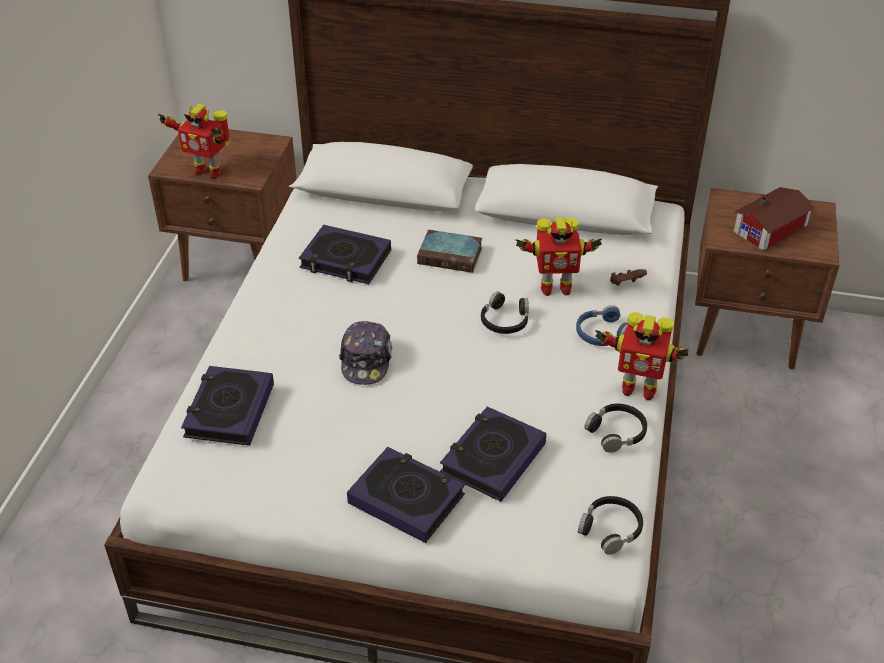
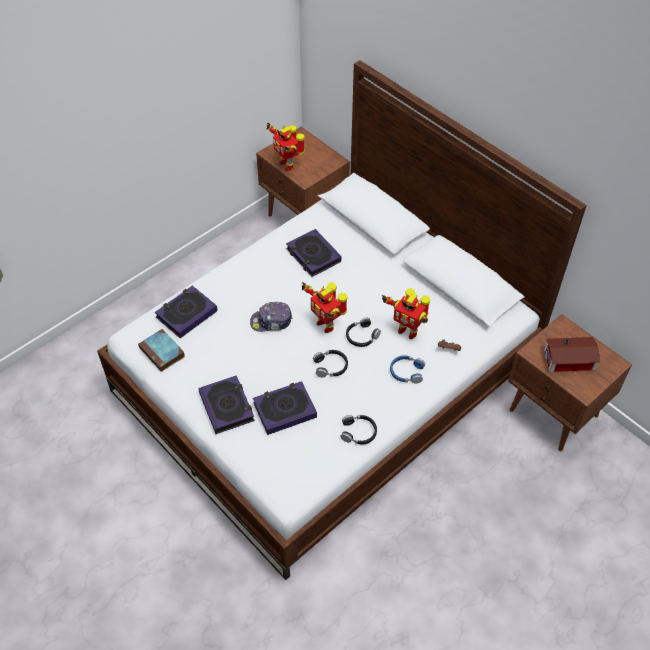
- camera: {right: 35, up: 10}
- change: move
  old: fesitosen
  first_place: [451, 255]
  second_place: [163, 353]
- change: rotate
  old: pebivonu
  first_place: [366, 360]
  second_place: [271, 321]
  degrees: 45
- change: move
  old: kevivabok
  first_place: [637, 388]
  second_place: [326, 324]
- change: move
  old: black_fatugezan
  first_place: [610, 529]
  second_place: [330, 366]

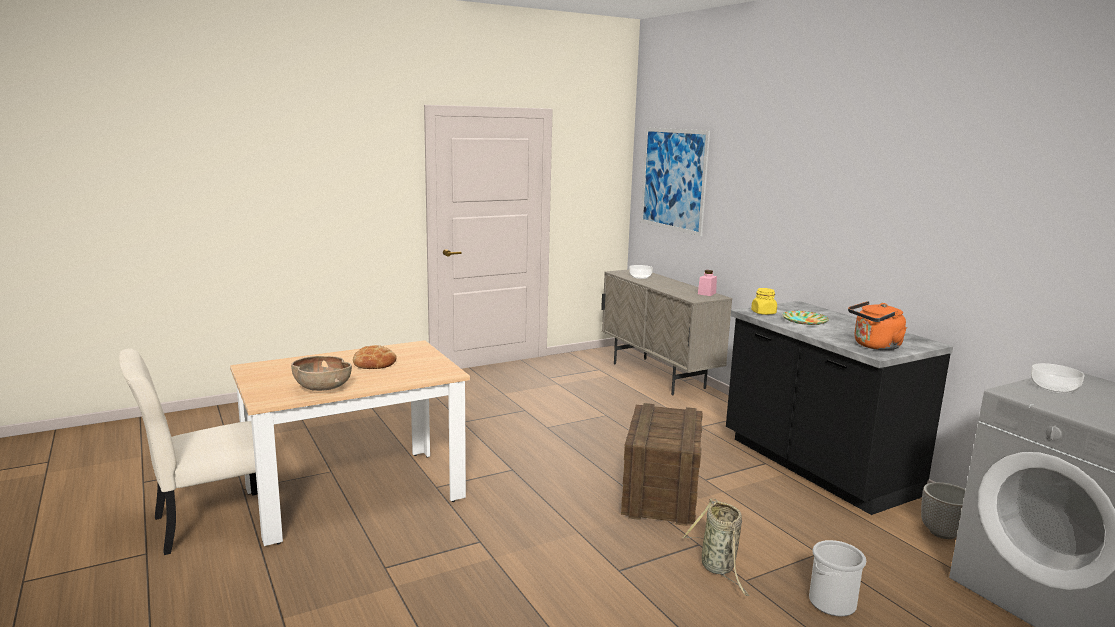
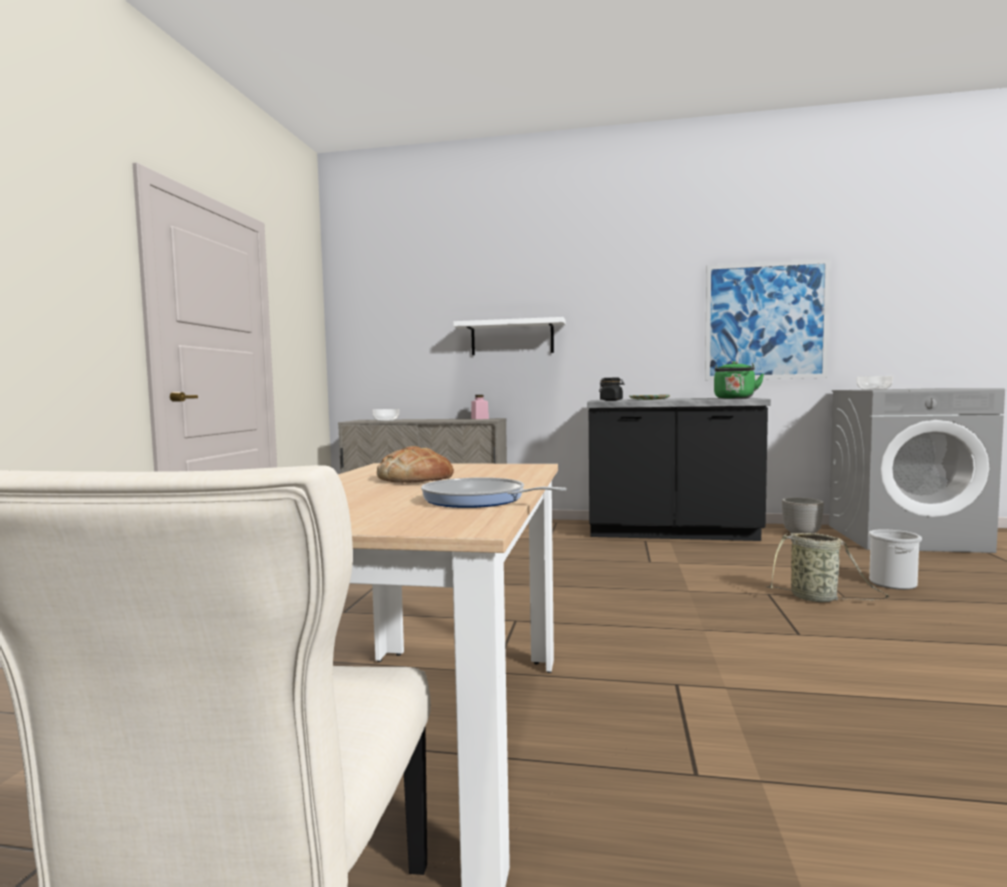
- camera: {right: -50, up: -10}
- change: replace
  old: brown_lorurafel
  new: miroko
  first_place: [322, 389]
  second_place: [478, 500]
- change: insert
  new: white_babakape
  second_place: [512, 338]
- change: recolor
  old: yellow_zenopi
  new: black_zenopi
  first_place: [763, 313]
  second_place: [611, 400]
- change: move
  old: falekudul
  first_place: [673, 179]
  second_place: [765, 321]
- change: recolor
  old: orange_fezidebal
  new: green_fezidebal
  first_place: [874, 346]
  second_place: [734, 398]
- change: delete
  old: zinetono
  first_place: [661, 494]

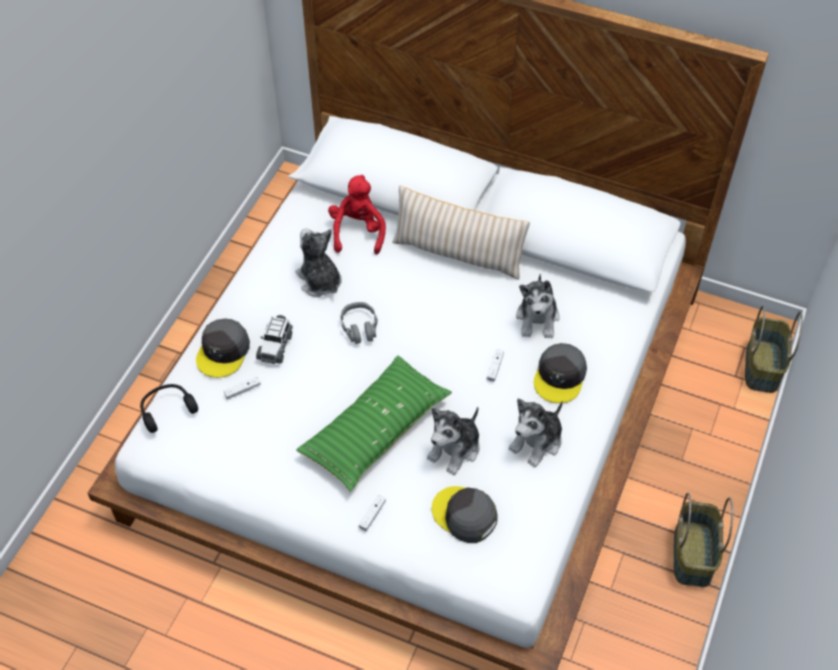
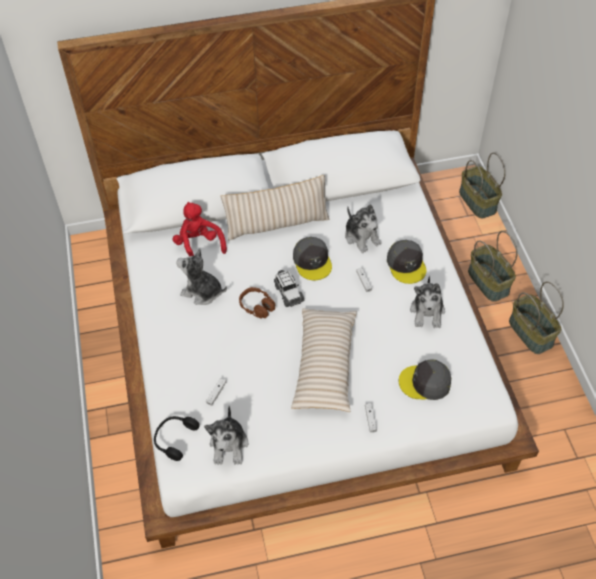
- camera: {right: -35, up: 0}
- change: move
  old: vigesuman
  first_place: [455, 449]
  second_place: [229, 445]
- change: recolor
  old: grey_fatugezan
  new: brown_fatugezan
  first_place: [359, 328]
  second_place: [257, 306]
- change: move
  old: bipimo
  first_place: [275, 346]
  second_place: [288, 293]
- change: recolor
  old: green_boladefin
  new: beige_boladefin
  first_place: [375, 430]
  second_place: [324, 365]
- change: move
  old: grey_pebivonu
  first_place: [223, 351]
  second_place: [312, 261]
- change: insert
  new: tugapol
  second_place: [489, 282]

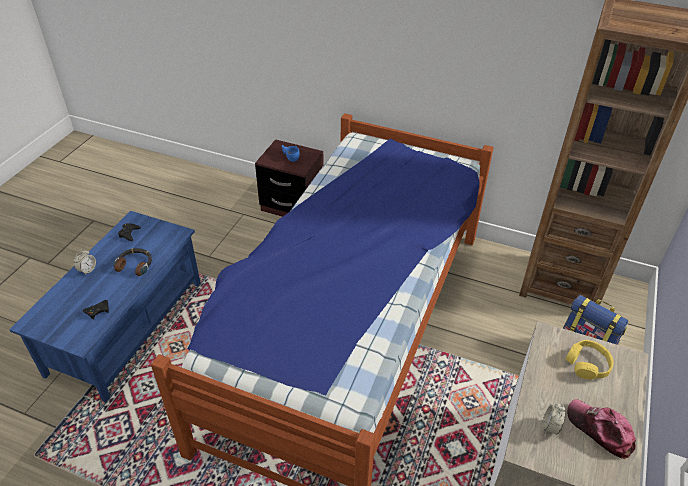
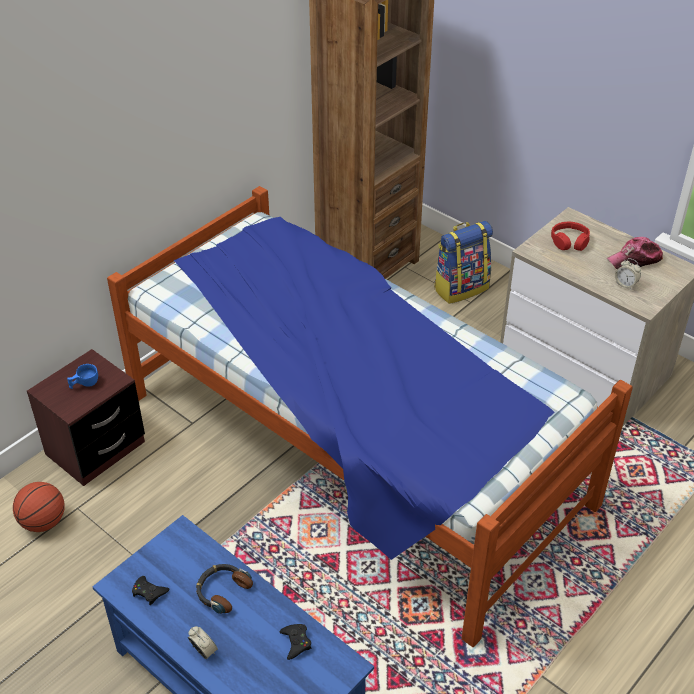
- camera: {right: -70, up: 0}
- change: insert
  new: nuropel
  second_place: [43, 522]
- change: recolor
  old: yellow_fatugezan
  new: red_fatugezan
  first_place: [587, 364]
  second_place: [569, 241]

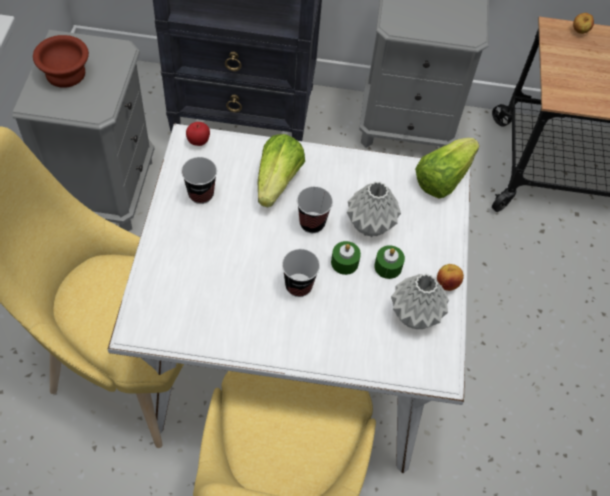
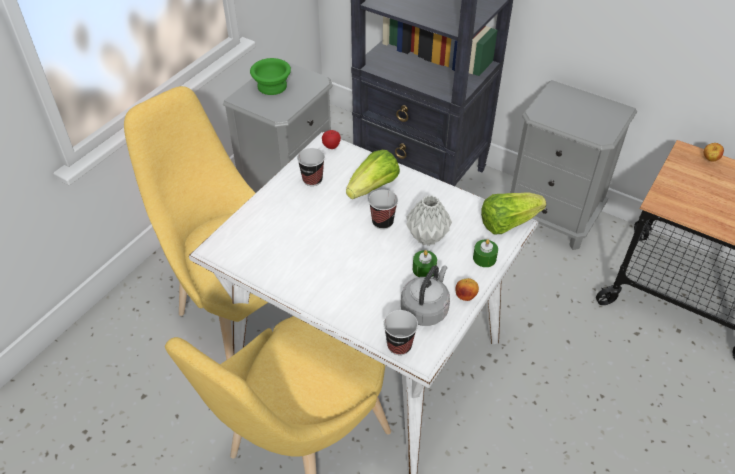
- camera: {right: 30, up: -10}
- change: recolor
  old: brown_lorurafel
  new: green_lorurafel
  first_place: [67, 74]
  second_place: [273, 87]
- change: move
  old: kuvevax
  first_place: [298, 286]
  second_place: [399, 345]
- change: replace
  old: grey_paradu
  new: grey_fezidebal
  first_place: [415, 314]
  second_place: [425, 309]
- change: move
  old: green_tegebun
  first_place: [344, 262]
  second_place: [484, 258]

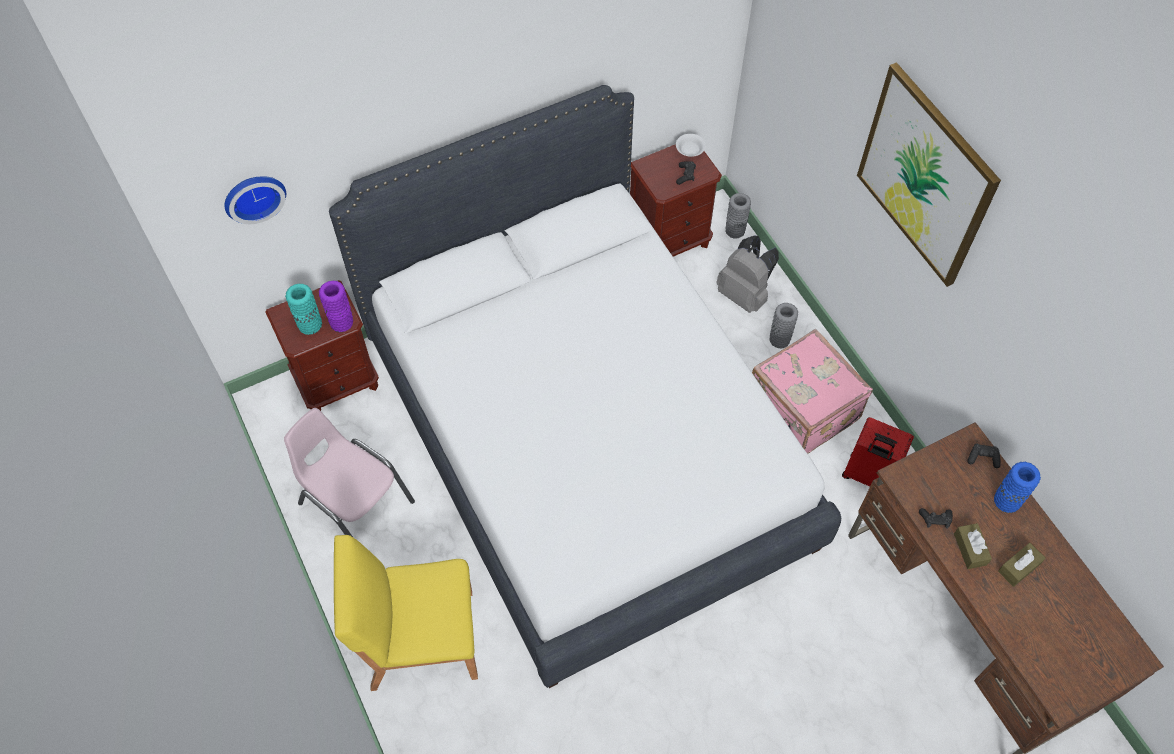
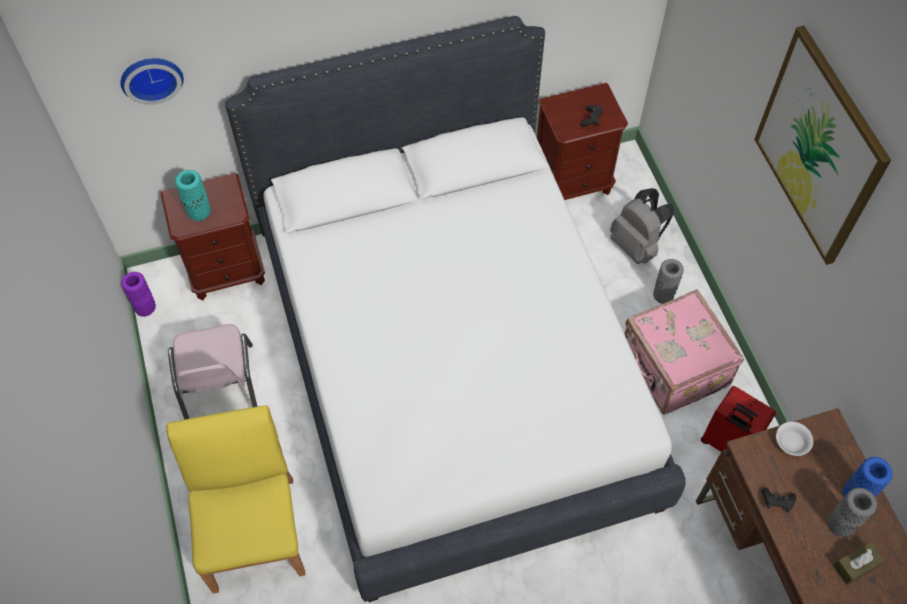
- camera: {right: 10, up: 0}
- change: move
  old: purple_paradu
  first_place: [341, 322]
  second_place: [145, 307]
- change: rotate
  old: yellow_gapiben
  first_place: [420, 639]
  second_place: [254, 532]
  degrees: 75
- change: rotate
  old: pink_gapiben
  first_place: [355, 503]
  second_place: [220, 389]
  degrees: -150
- change: move
  old: white_lorurafel
  first_place: [690, 150]
  second_place: [791, 443]
- change: move
  old: grey_paradu
  first_place: [735, 230]
  second_place: [841, 524]
- change: delete
  old: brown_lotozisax
  first_place: [970, 549]
- change: delete
  old: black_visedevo
  first_place: [982, 458]

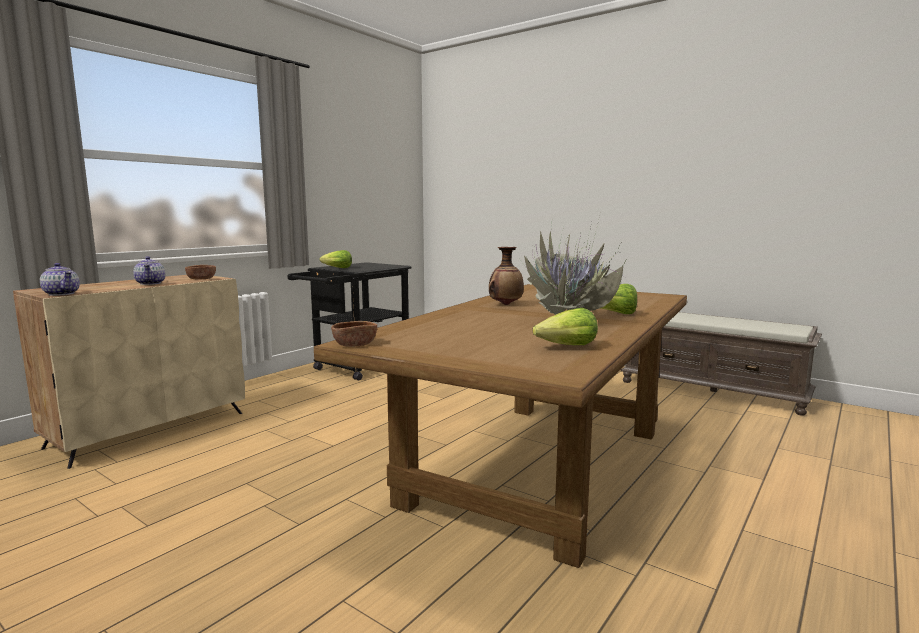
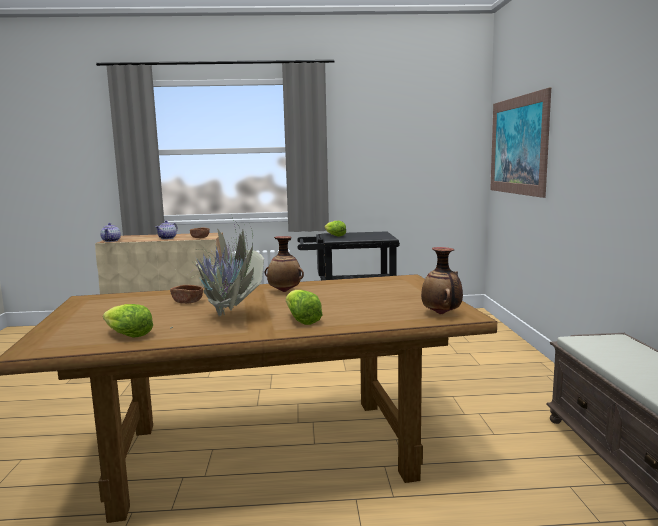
- camera: {right: 50, up: 0}
- change: move
  old: brown_lorurafel
  first_place: [355, 344]
  second_place: [187, 302]
- change: insert
  new: paradu
  second_place: [441, 314]
- change: insert
  new: falekudul
  second_place: [517, 145]

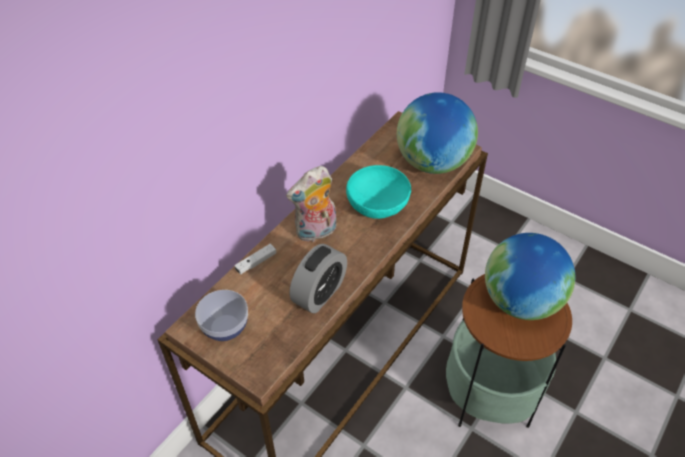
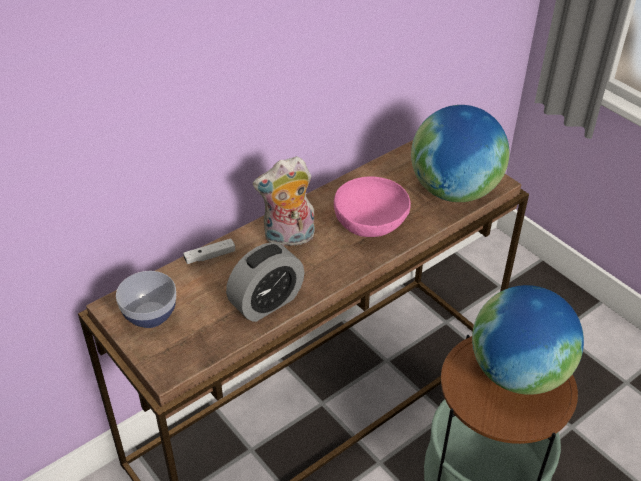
- camera: {right: 15, up: -5}
- change: recolor
  old: turquoise_lorurafel
  new: pink_lorurafel
  first_place: [378, 205]
  second_place: [371, 224]

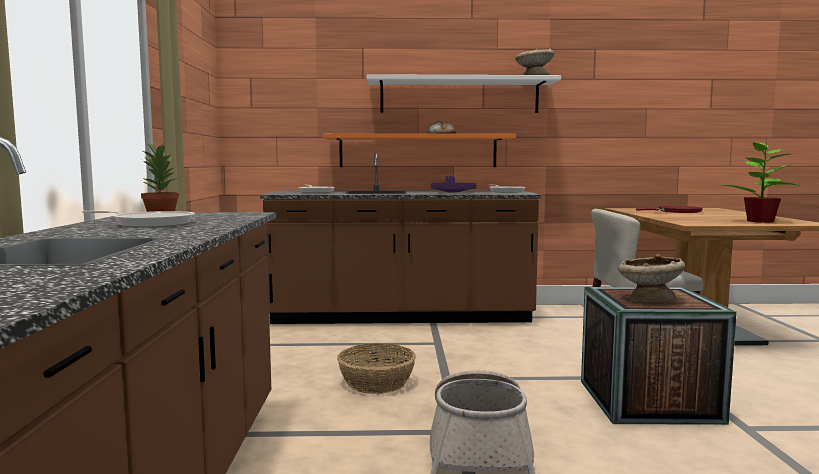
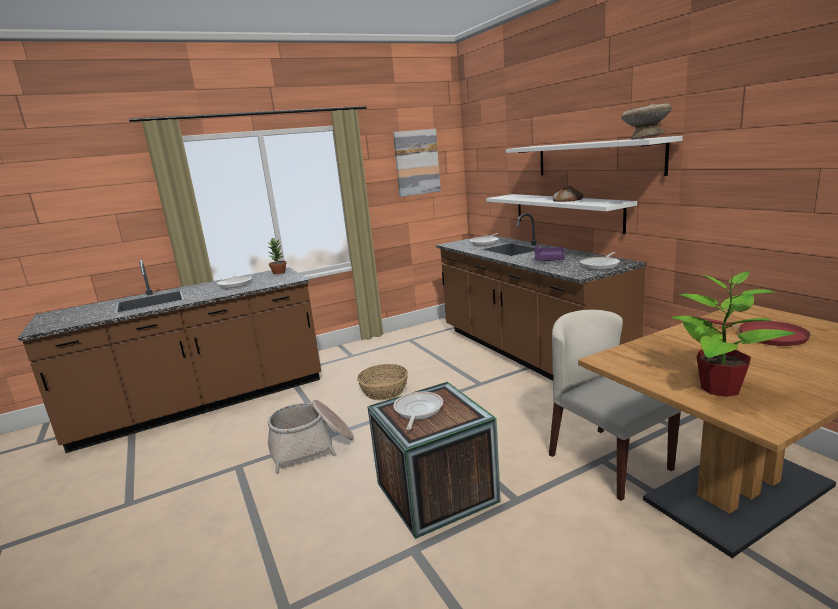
- camera: {right: 65, up: 10}
- change: insert
  new: falekudul
  second_place: [416, 162]
- change: replace
  old: beige_lorurafel
  new: miroko
  first_place: [649, 300]
  second_place: [417, 410]
- change: recolor
  old: orange_babakape
  new: white_babakape
  first_place: [418, 151]
  second_place: [566, 212]

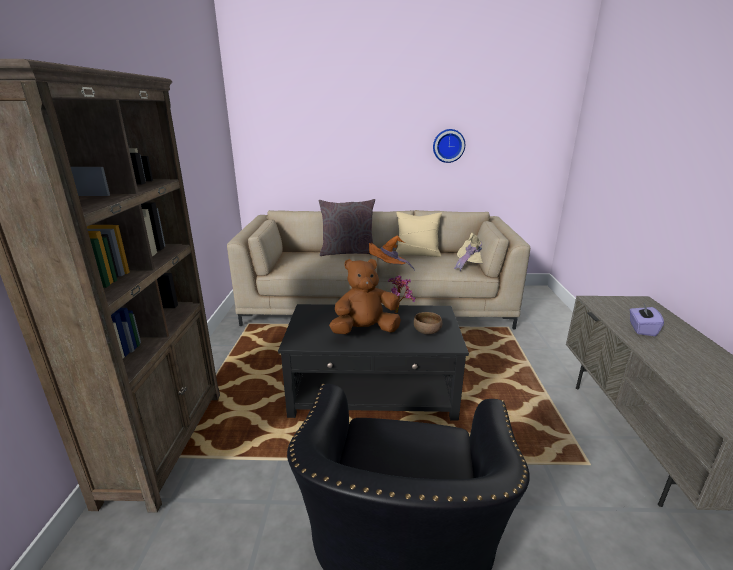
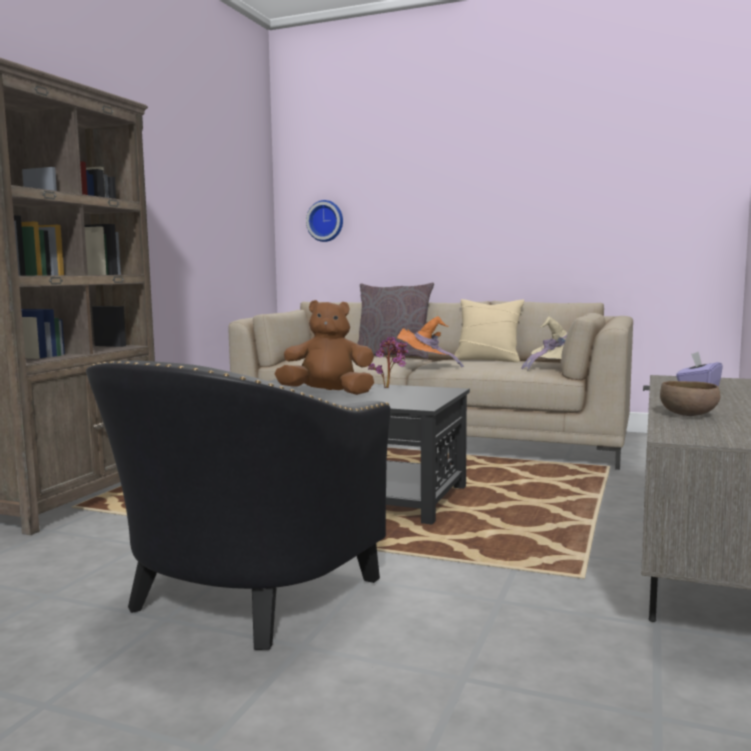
- camera: {right: 20, up: -15}
- change: move
  old: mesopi
  first_place: [448, 145]
  second_place: [326, 221]
- change: move
  old: brown_lorurafel
  first_place: [427, 331]
  second_place: [689, 415]

